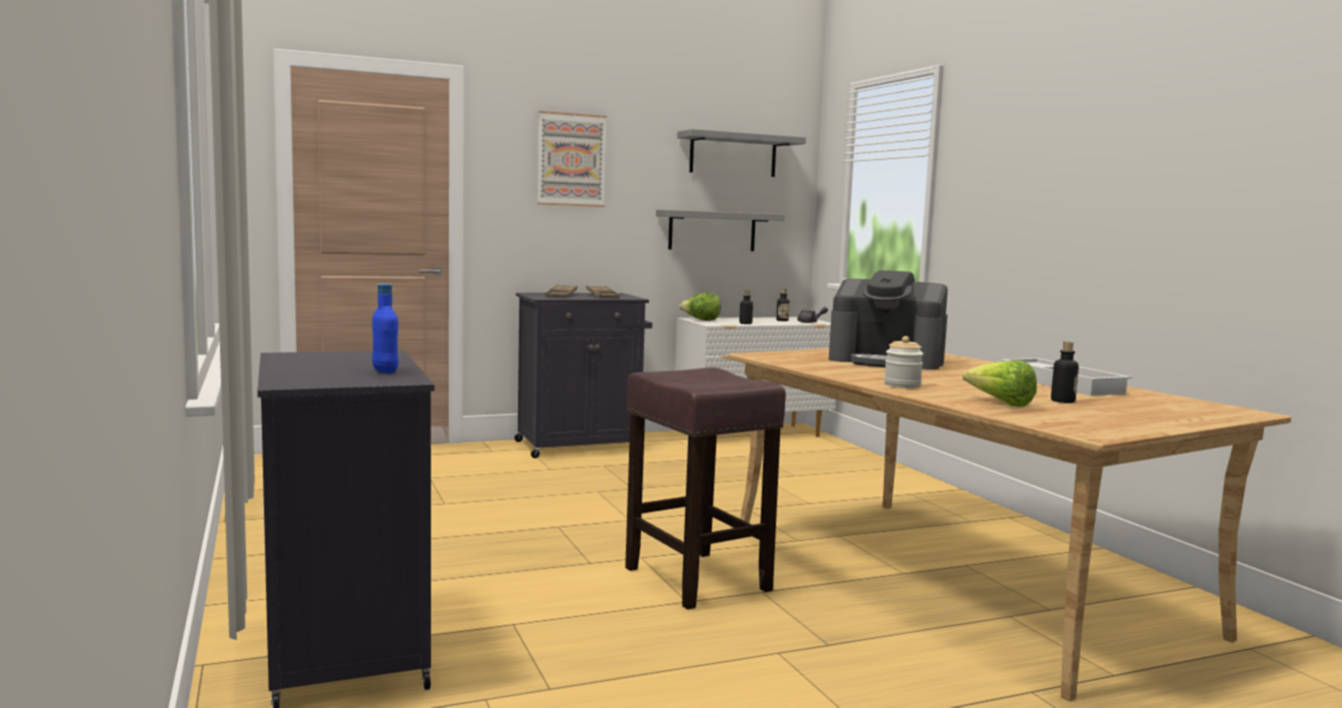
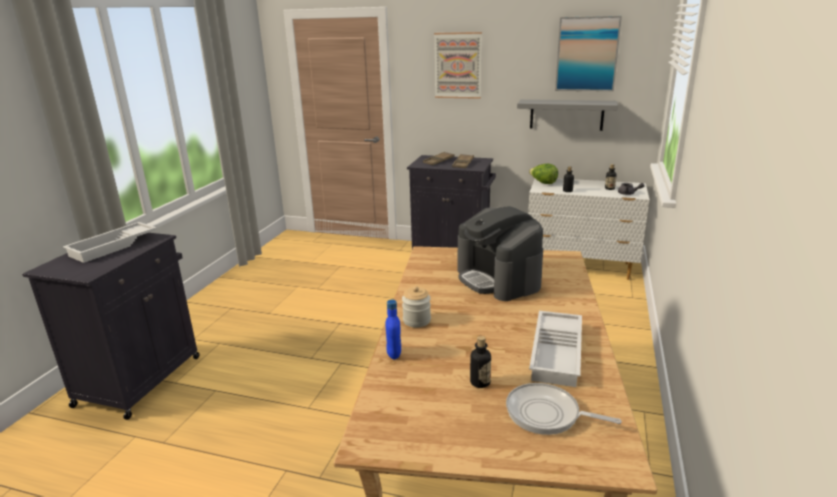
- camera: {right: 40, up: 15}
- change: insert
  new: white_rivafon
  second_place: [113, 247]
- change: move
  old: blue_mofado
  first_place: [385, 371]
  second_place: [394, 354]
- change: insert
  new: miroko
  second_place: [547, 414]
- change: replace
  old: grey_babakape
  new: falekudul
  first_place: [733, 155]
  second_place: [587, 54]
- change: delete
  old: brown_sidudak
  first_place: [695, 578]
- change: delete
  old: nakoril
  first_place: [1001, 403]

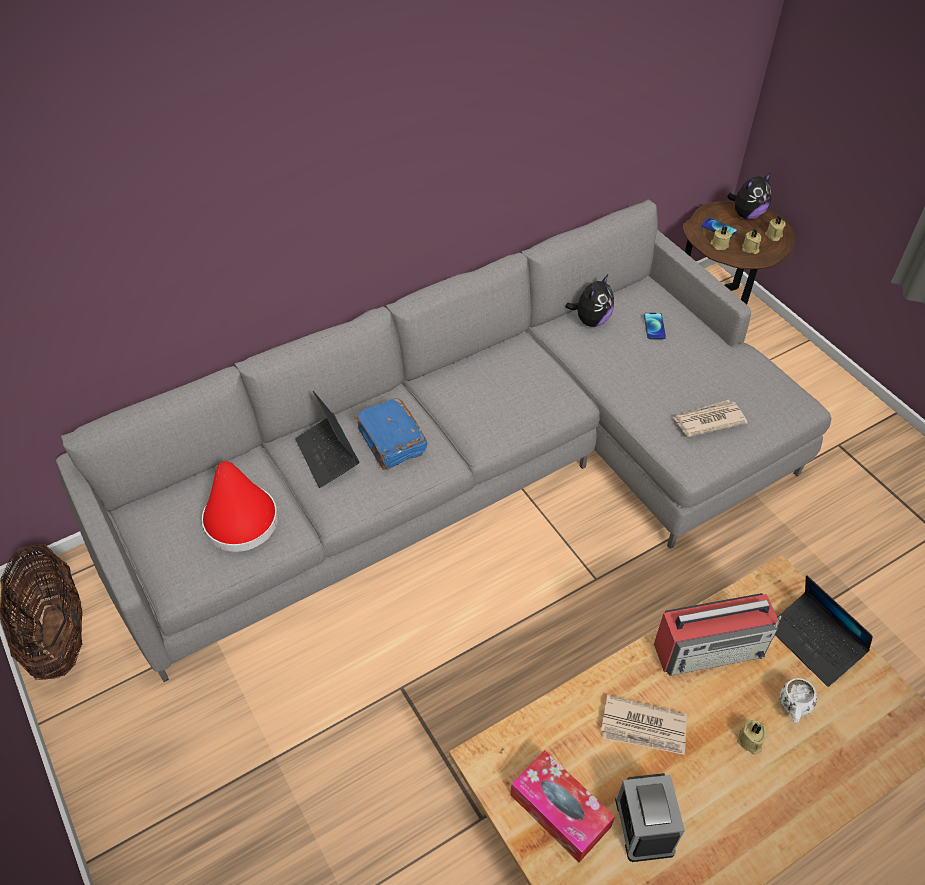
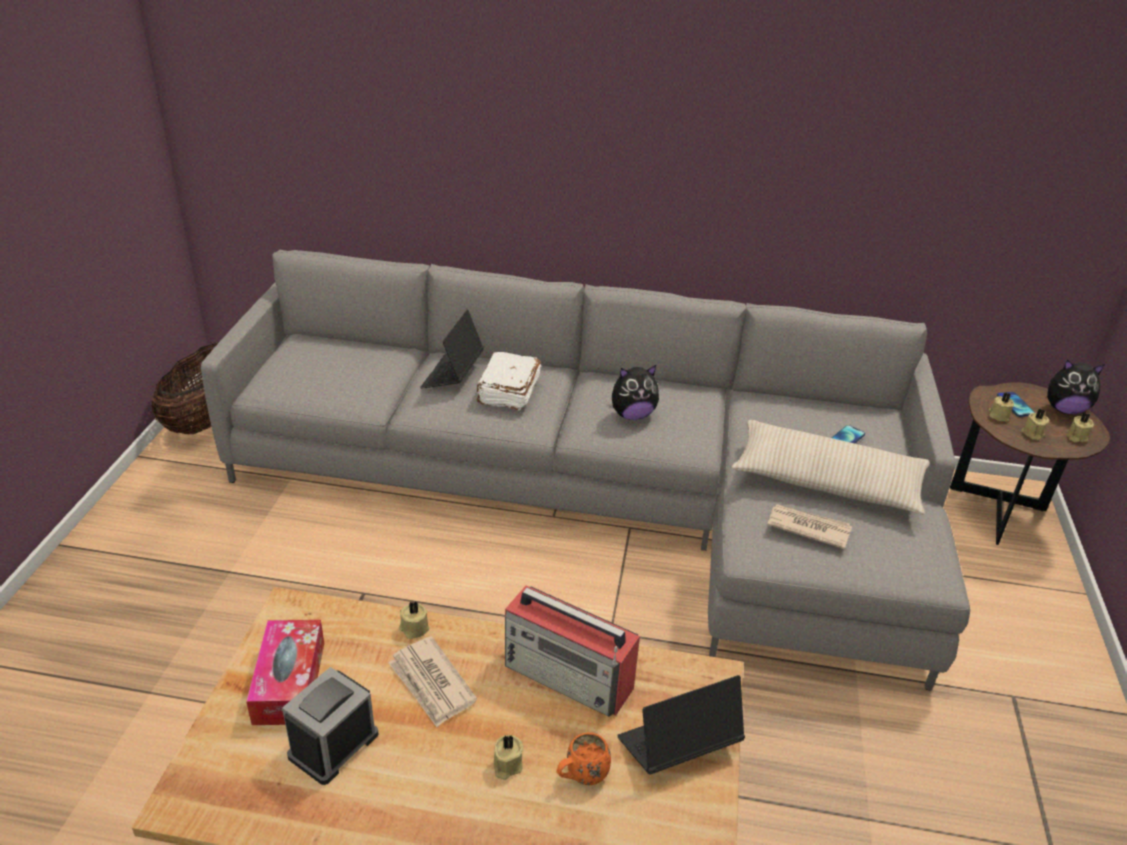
- camera: {right: 40, up: -15}
- change: insert
  new: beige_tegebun
  second_place: [413, 628]
- change: recolor
  old: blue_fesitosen
  new: white_fesitosen
  first_place: [391, 442]
  second_place: [508, 392]
- change: recolor
  old: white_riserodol
  new: orange_riserodol
  first_place: [793, 710]
  second_place: [581, 776]
- change: move
  old: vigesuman
  first_place: [591, 320]
  second_place: [632, 415]
- change: rotate
  old: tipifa
  first_place: [814, 643]
  second_place: [678, 746]
  degrees: 60
- change: insert
  new: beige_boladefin
  second_place: [827, 481]
- change: delete
  old: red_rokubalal
  first_place: [239, 517]

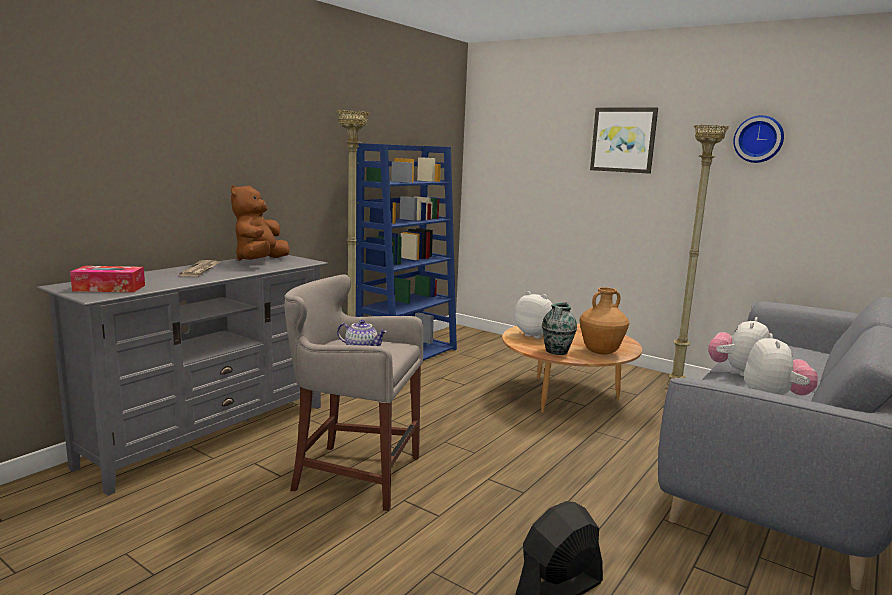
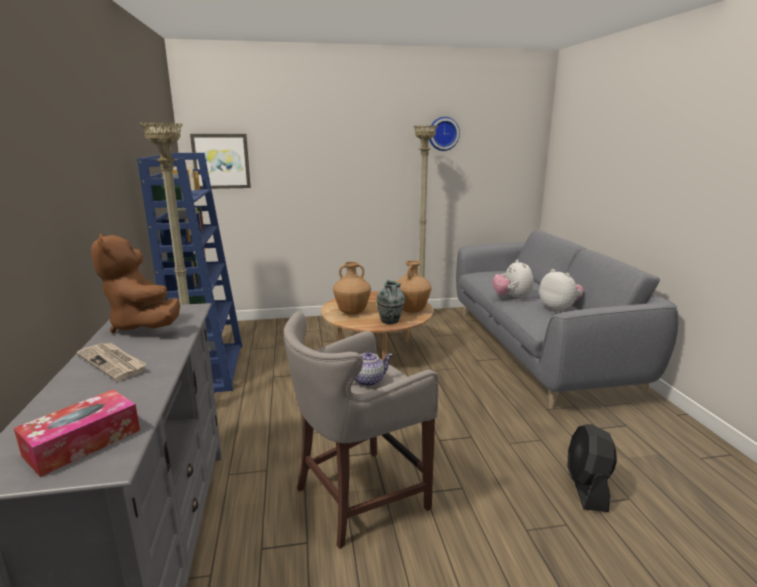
- camera: {right: -45, up: 5}
- change: move
  old: falekudul
  first_place: [623, 140]
  second_place: [221, 161]
- change: replace
  old: vigesuman
  new: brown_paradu
  first_place: [536, 335]
  second_place: [352, 312]

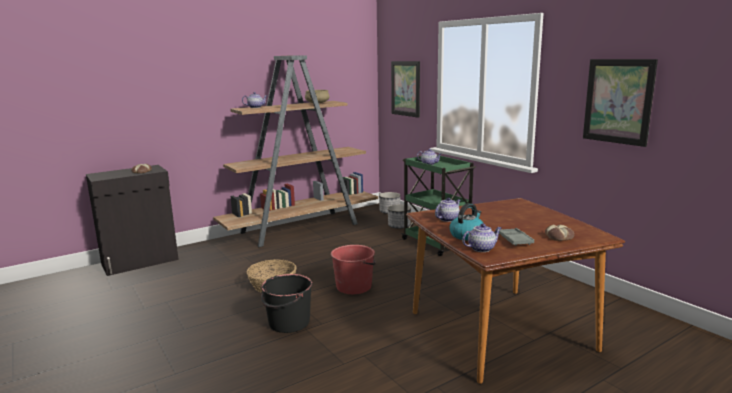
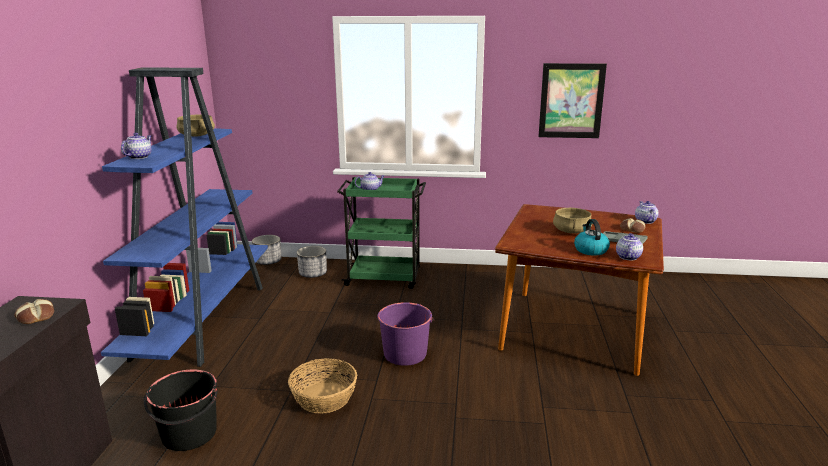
- camera: {right: -50, up: 5}
- change: recolor
  old: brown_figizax
  new: blue_figizax
  first_place: [301, 228]
  second_place: [203, 319]
- change: move
  old: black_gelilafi
  first_place: [288, 323]
  second_place: [189, 434]
- change: recolor
  old: red_gelilafi
  new: purple_gelilafi
  first_place: [354, 286]
  second_place: [405, 353]
- change: insert
  new: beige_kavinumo
  second_place: [571, 231]
- change: move
  old: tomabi
  first_place: [447, 219]
  second_place: [644, 221]
- change: delete
  old: falekudul
  first_place: [405, 88]

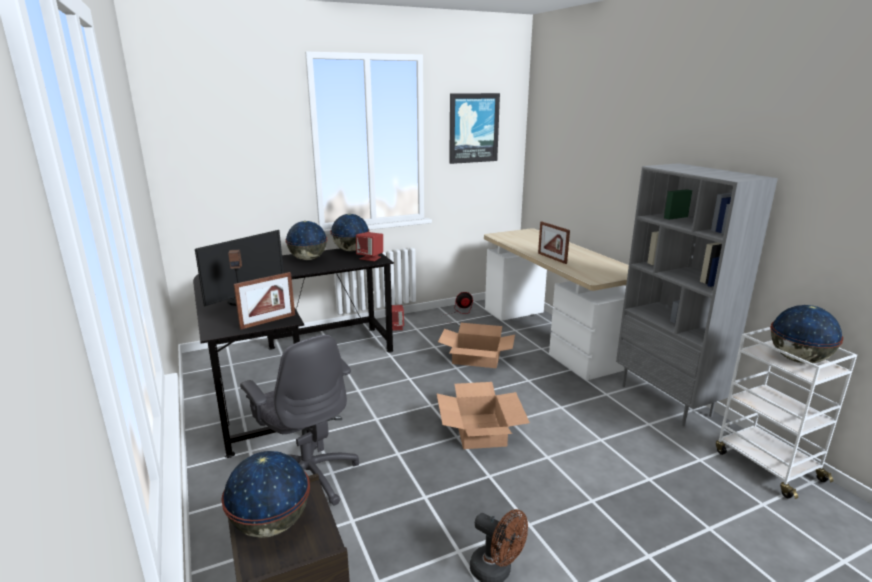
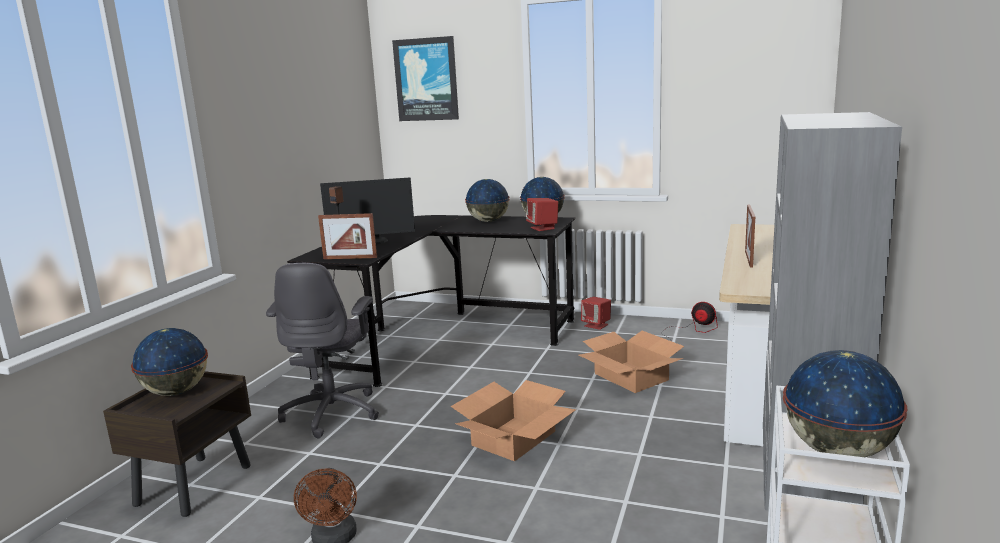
- camera: {right: 45, up: -5}
- change: move
  old: falekudul
  first_place: [473, 128]
  second_place: [426, 79]

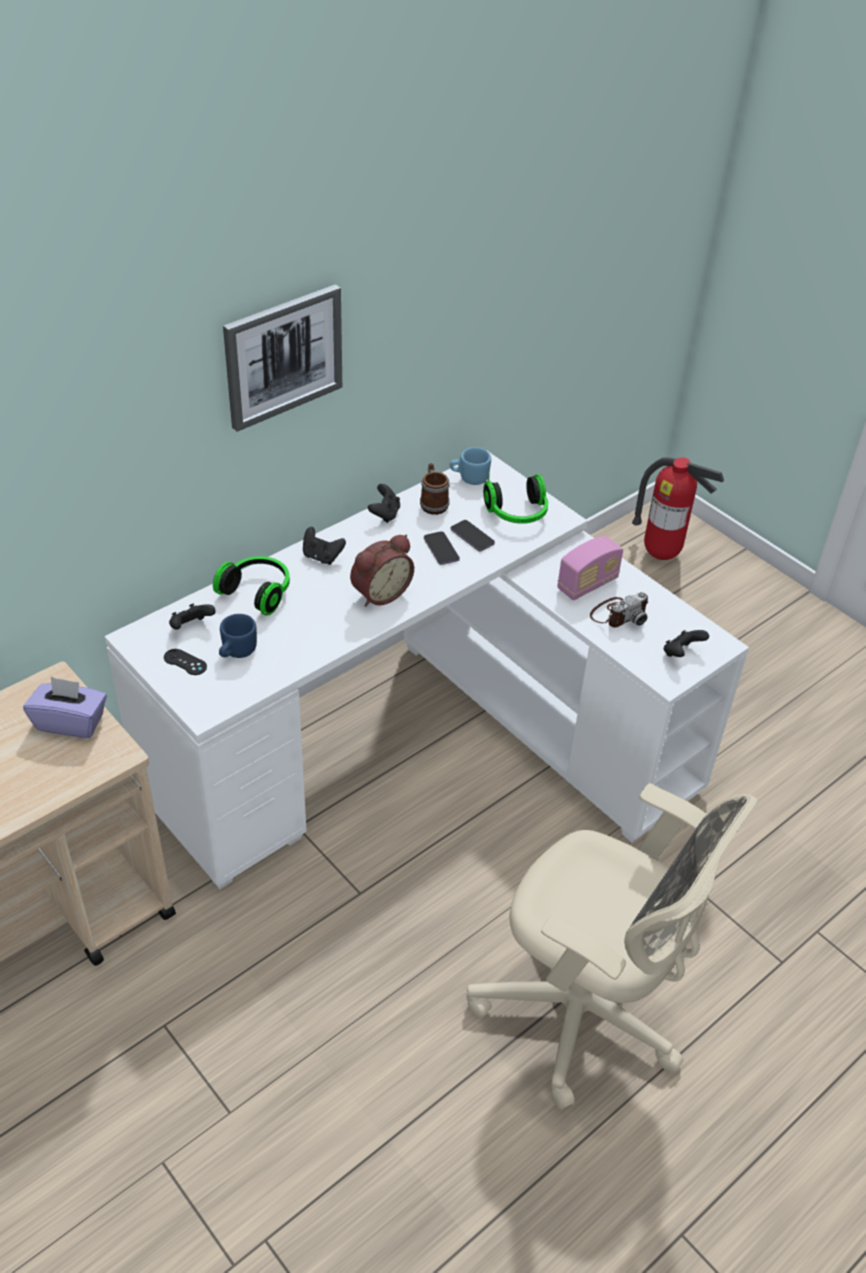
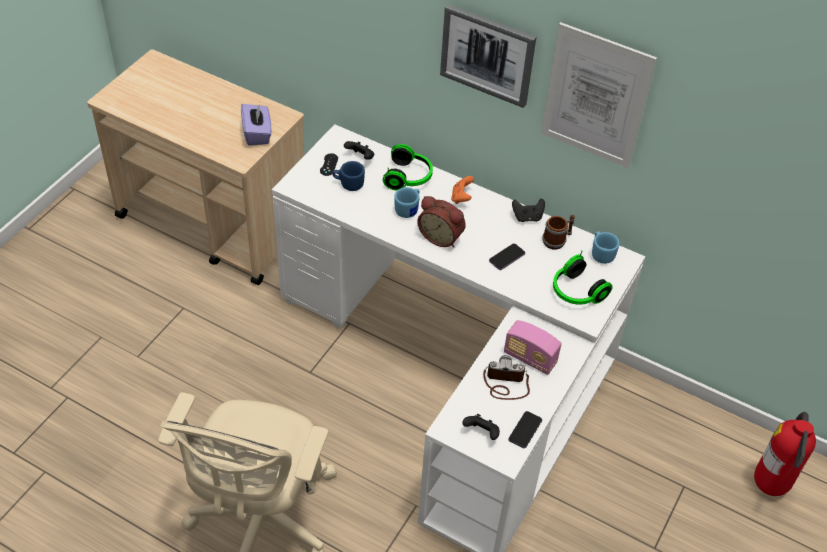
- camera: {right: 70, up: 5}
- change: insert
  new: blue_riserodol
  second_place: [408, 209]
- change: recolor
  old: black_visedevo
  new: orange_visedevo
  first_place: [322, 557]
  second_place: [461, 197]
- change: rotate
  old: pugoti
  first_place: [618, 614]
  second_place: [505, 384]
  degrees: 150
- change: move
  old: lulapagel
  first_place: [472, 537]
  second_place: [525, 430]
- change: insert
  new: falekudul
  second_place: [596, 96]

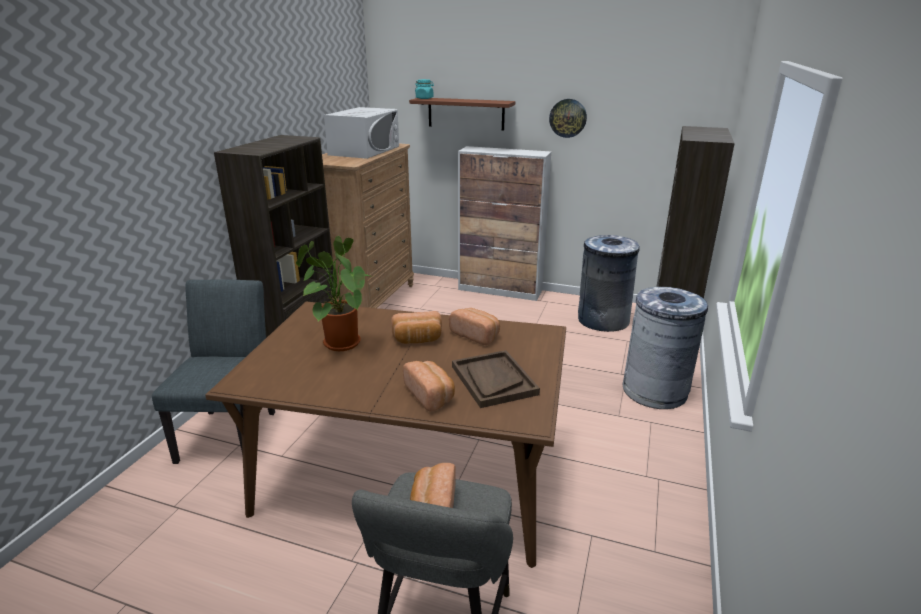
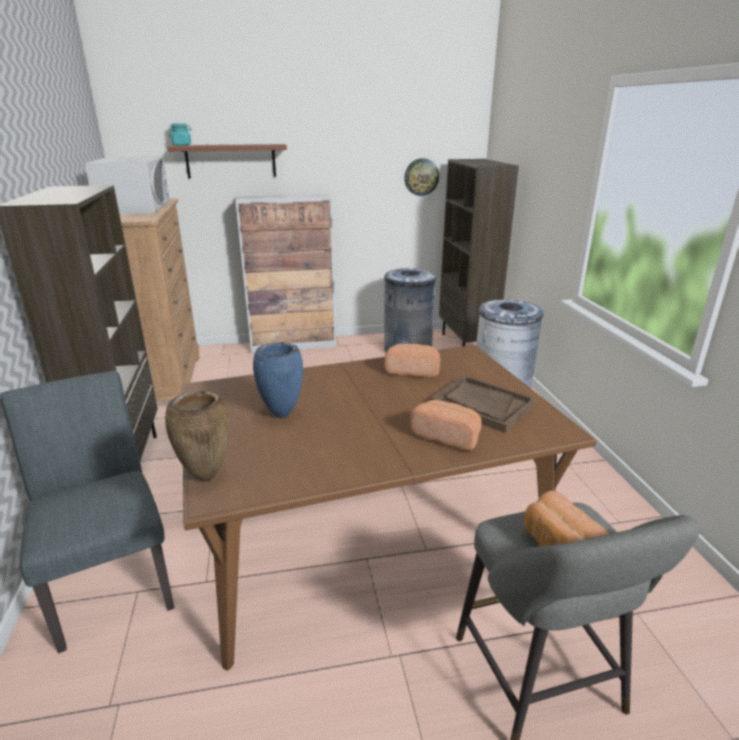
- camera: {right: -30, up: 0}
- change: insert
  new: brown_paradu
  second_place: [206, 476]
- change: replace
  old: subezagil
  new: blue_paradu
  first_place: [339, 342]
  second_place: [282, 414]
- change: move
  old: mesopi
  first_place: [568, 118]
  second_place: [421, 177]
- change: delete
  old: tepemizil
  first_place: [417, 340]

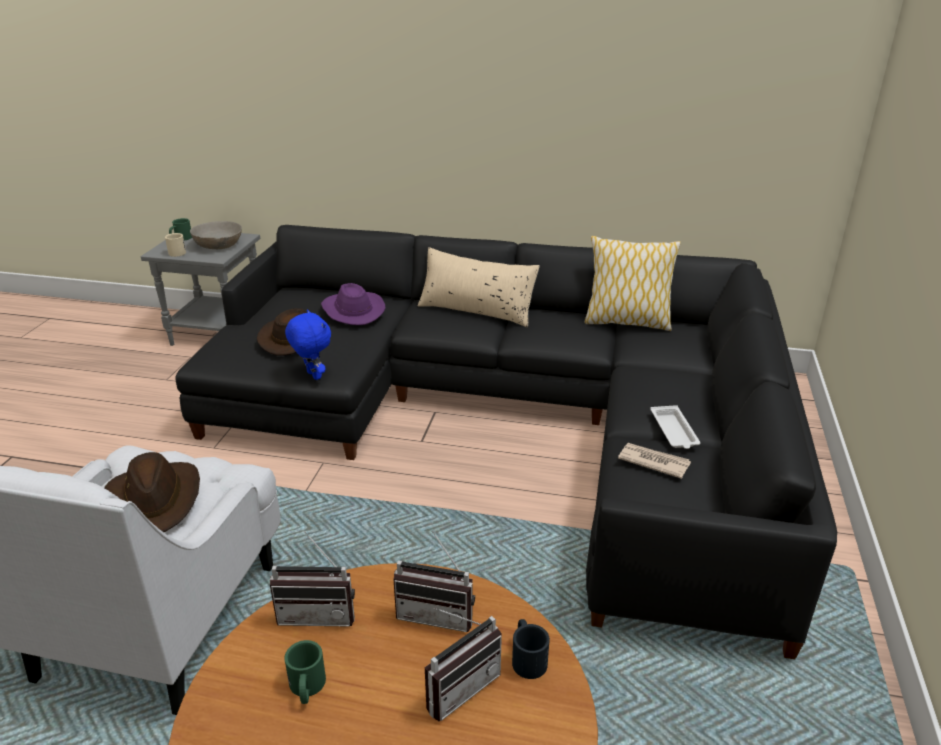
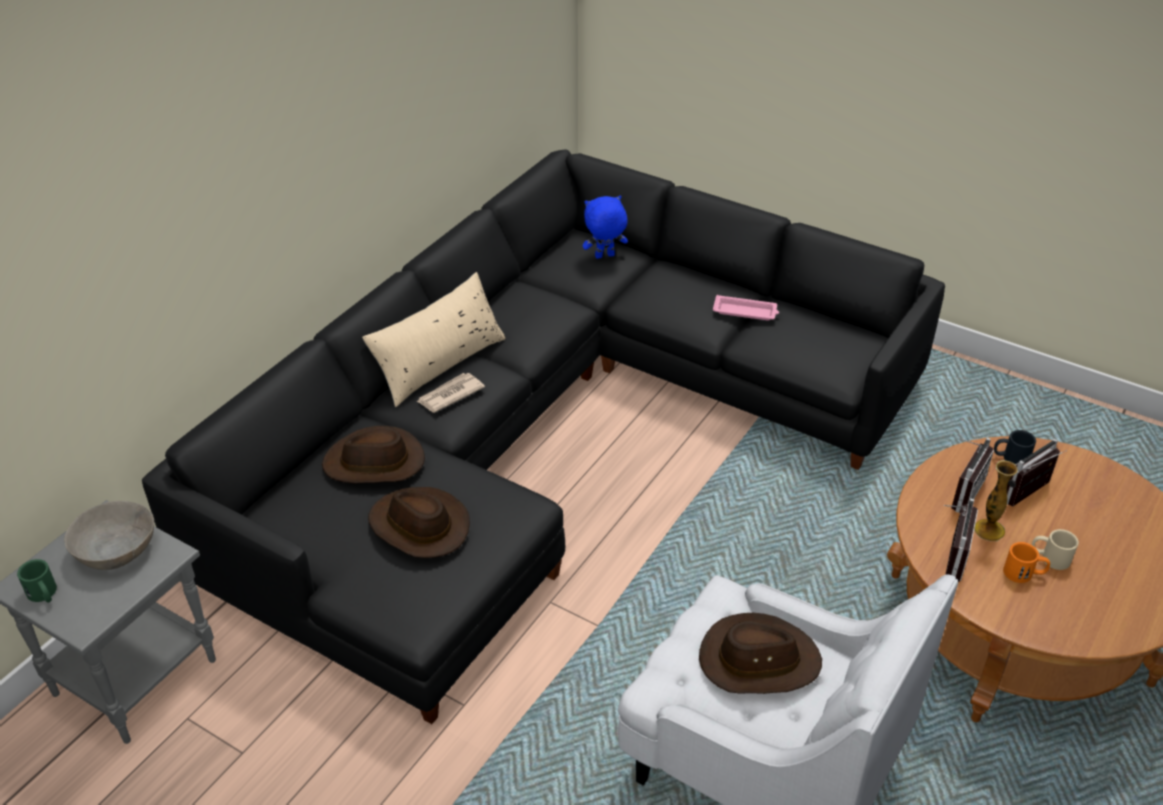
- camera: {right: -70, up: 10}
- change: recolor
  old: purple_rokubalal
  new: brown_rokubalal
  first_place: [352, 310]
  second_place: [375, 463]
- change: move
  old: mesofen
  first_place: [653, 462]
  second_place: [449, 395]
- change: move
  old: blue_vigesuman
  first_place: [312, 376]
  second_place: [604, 257]
- change: recolor
  old: white_rivafon
  new: pink_rivafon
  first_place: [674, 431]
  second_place: [746, 312]
- change: insert
  new: paradu
  second_place: [989, 530]
- change: recolor
  old: green_riserodol
  new: orange_riserodol
  first_place: [307, 688]
  second_place: [1024, 573]
- change: rotate
  old: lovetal
  first_place: [458, 685]
  second_place: [1030, 496]
  degrees: -105
- change: move
  old: beige_riserodol
  first_place: [178, 251]
  second_place: [1049, 558]
- change: delete
  old: boladefin
  first_place: [626, 322]

